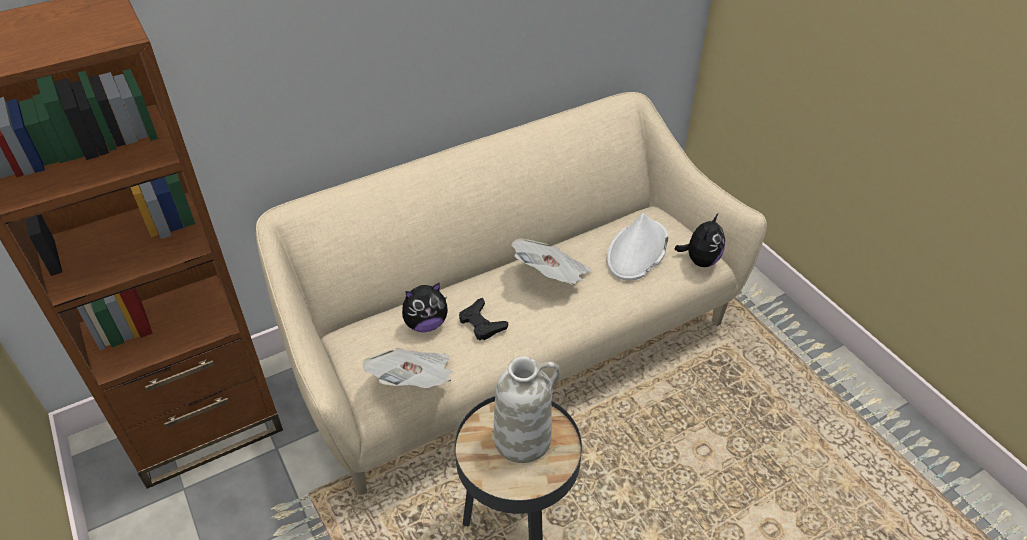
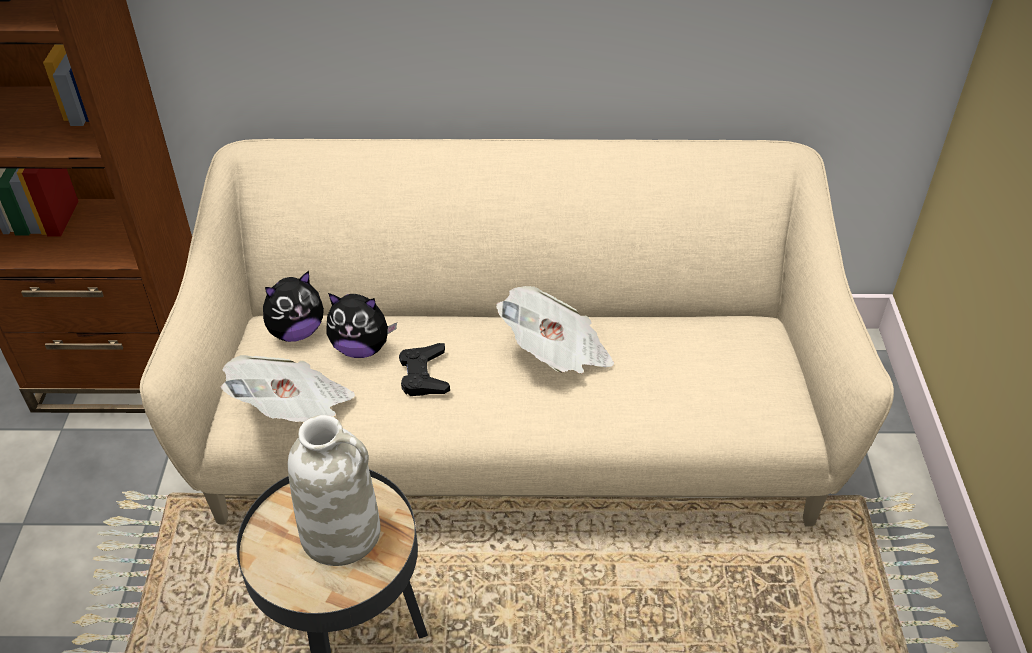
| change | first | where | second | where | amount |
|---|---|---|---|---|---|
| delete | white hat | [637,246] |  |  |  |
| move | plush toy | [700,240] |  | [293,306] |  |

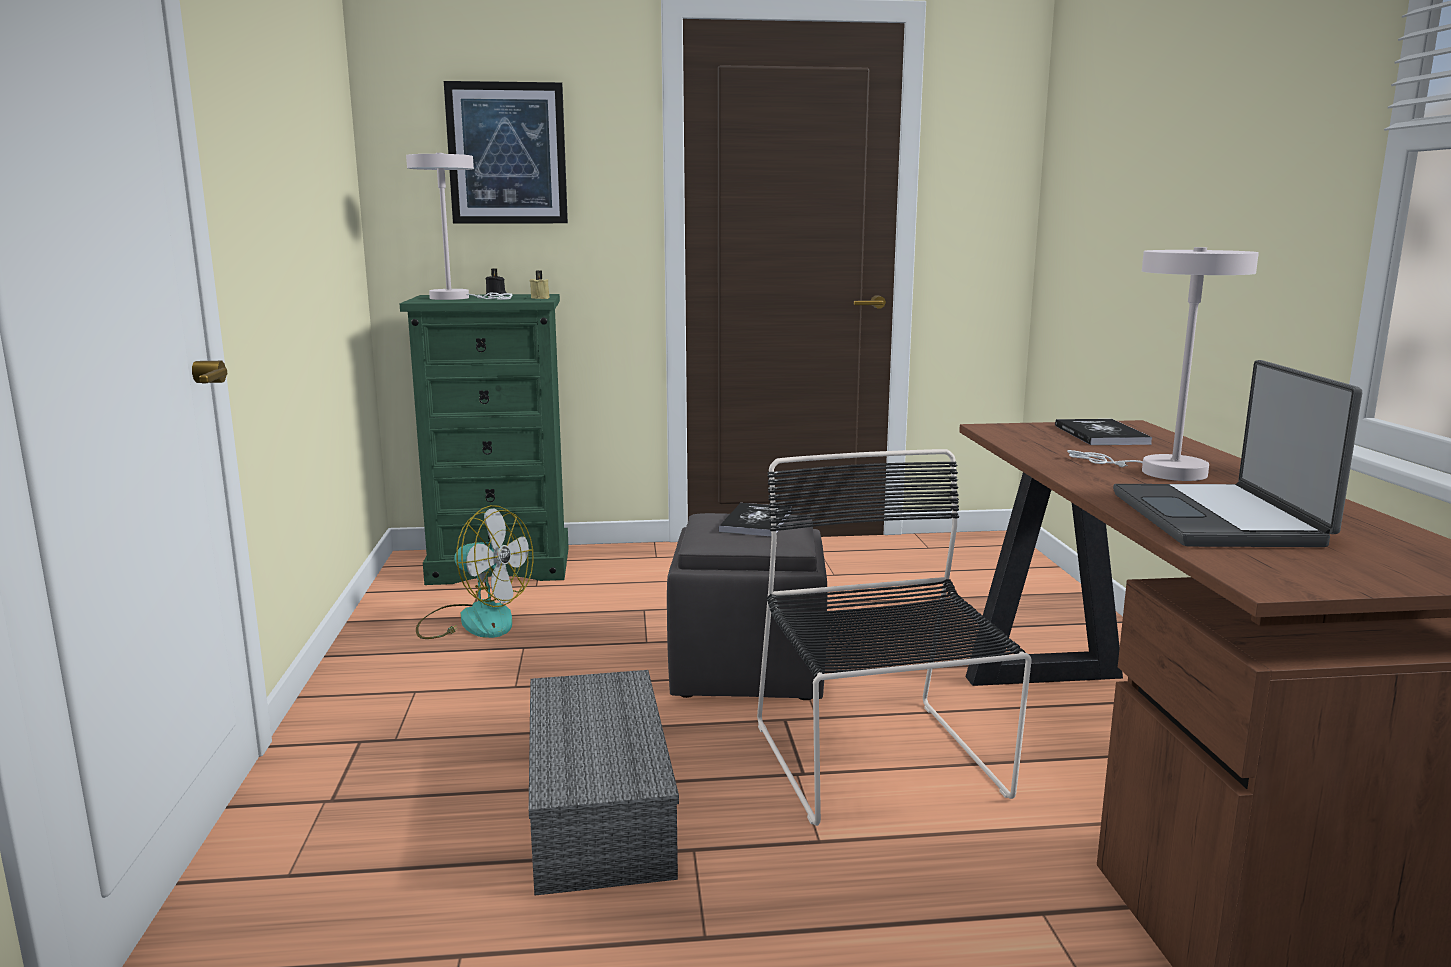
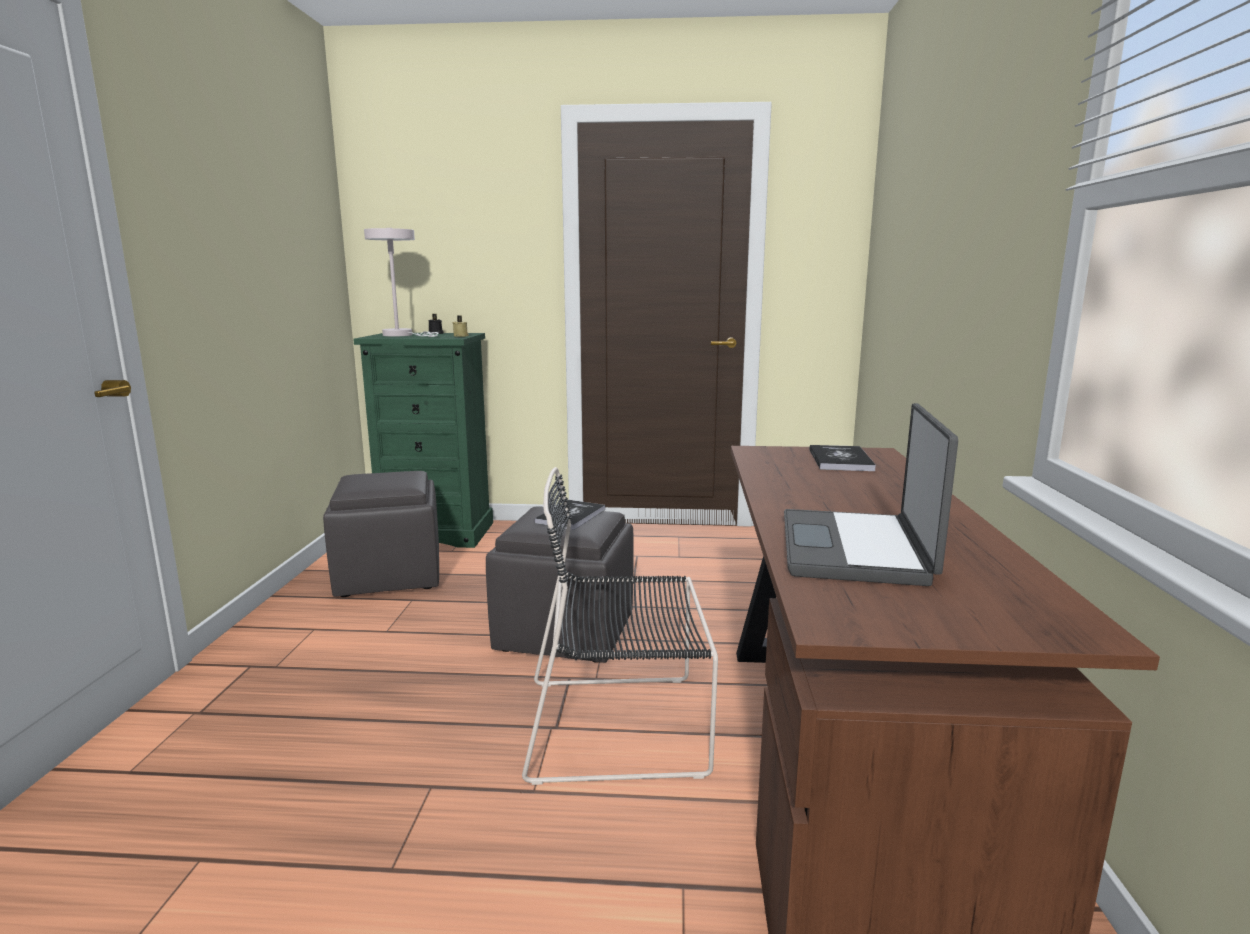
| change | first | where | second | where | amount |
|---|---|---|---|---|---|
| delete | picture | [506,152] |  |  |  |
| delete | white table lamp | [1163,364] |  |  |  |
| rotate | black chair | [894,637] |  | [620,626] | 90 degrees counterclockwise |
| replace | fan | [475,572] | grey ottoman | [381,534] |  |
| delete | grey storage box | [604,783] |  |  |  |

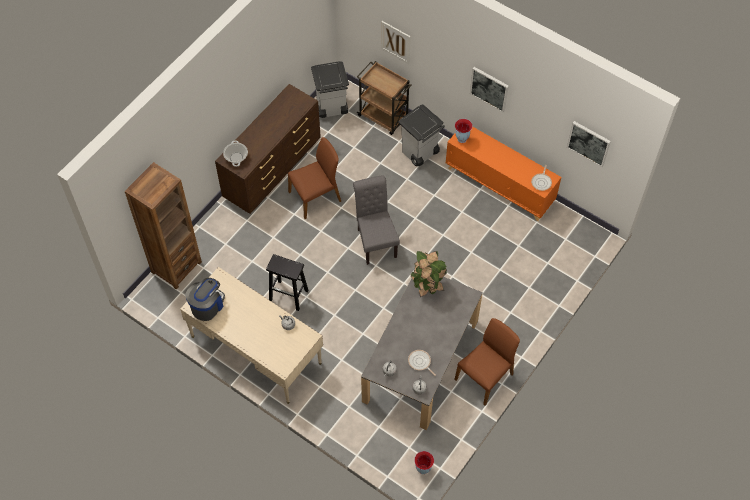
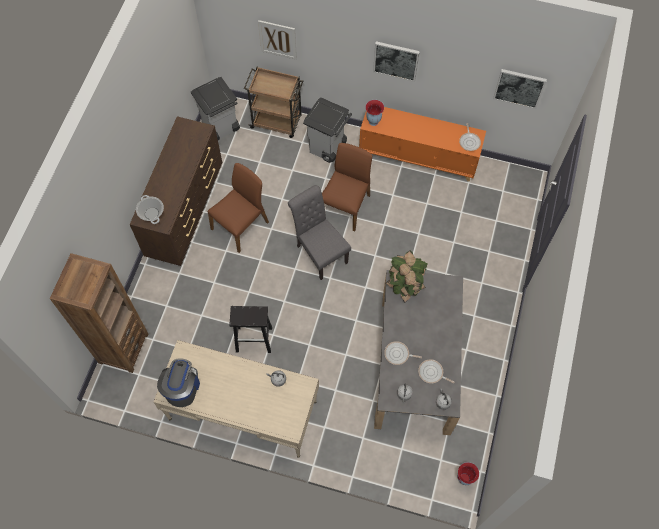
| change | first | where | second | where | amount |
|---|---|---|---|---|---|
| move | brown chair | [487,362] |  | [347,187] |  |
| insert |  |  | frying pan | [403,353] |  |

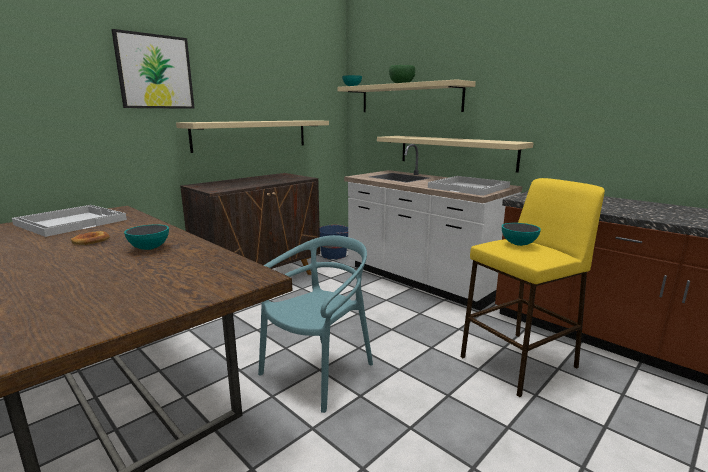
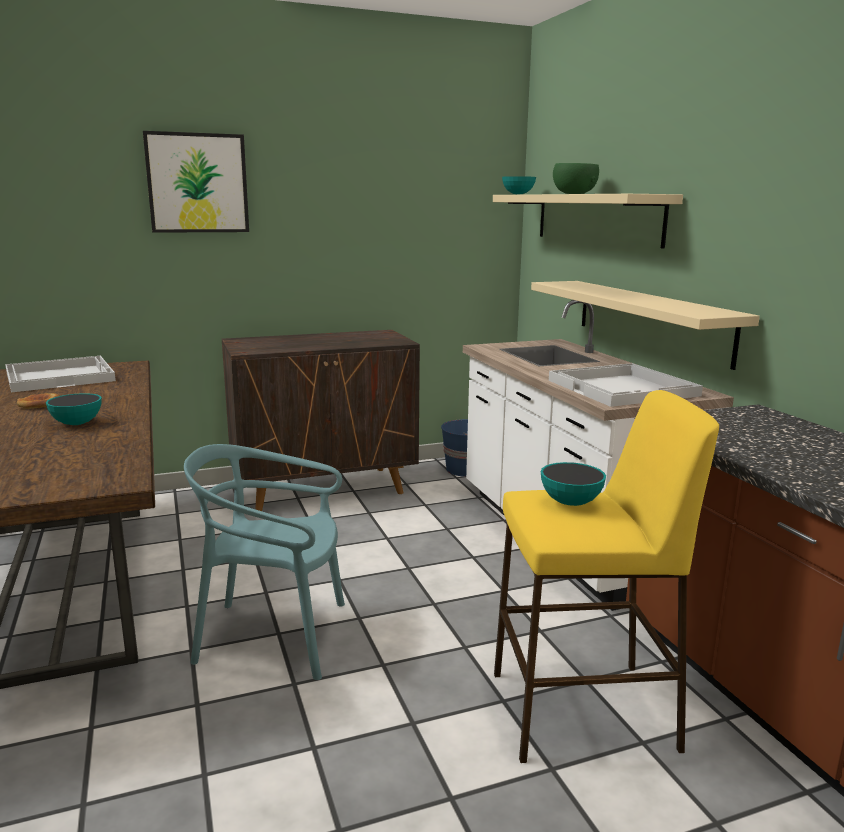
| change | first | where | second | where | amount |
|---|---|---|---|---|---|
| delete | beige shelf | [252,136] |  |  |  |
| rotate | turquoise chair | [315,324] |  | [264,562] | 150 degrees counterclockwise |

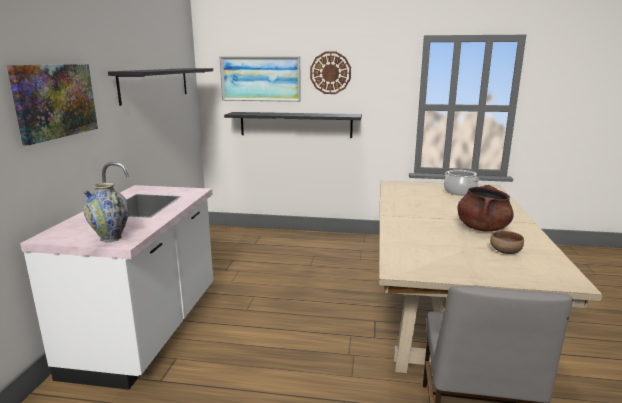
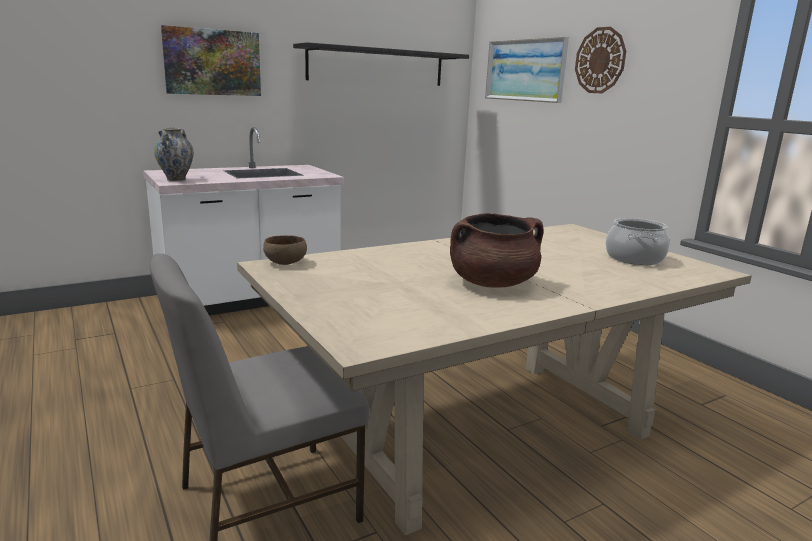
| change | first | where | second | where | amount |
|---|---|---|---|---|---|
| delete | black shelf | [293,125] |  |  |  |
| move | brown bowl | [507,242] |  | [285,250] |  |

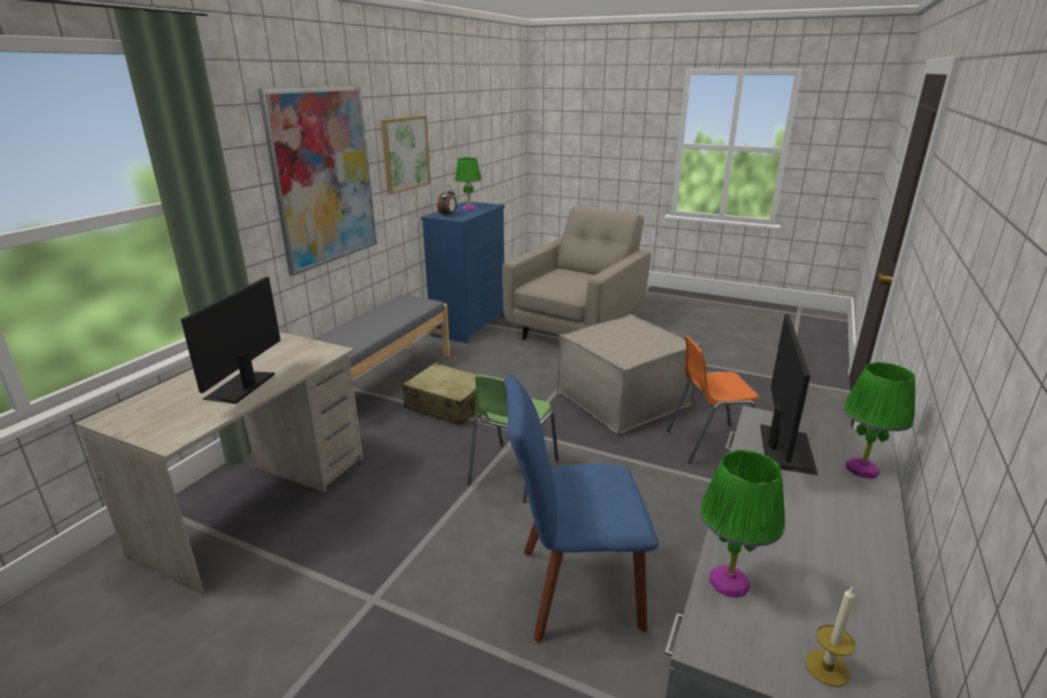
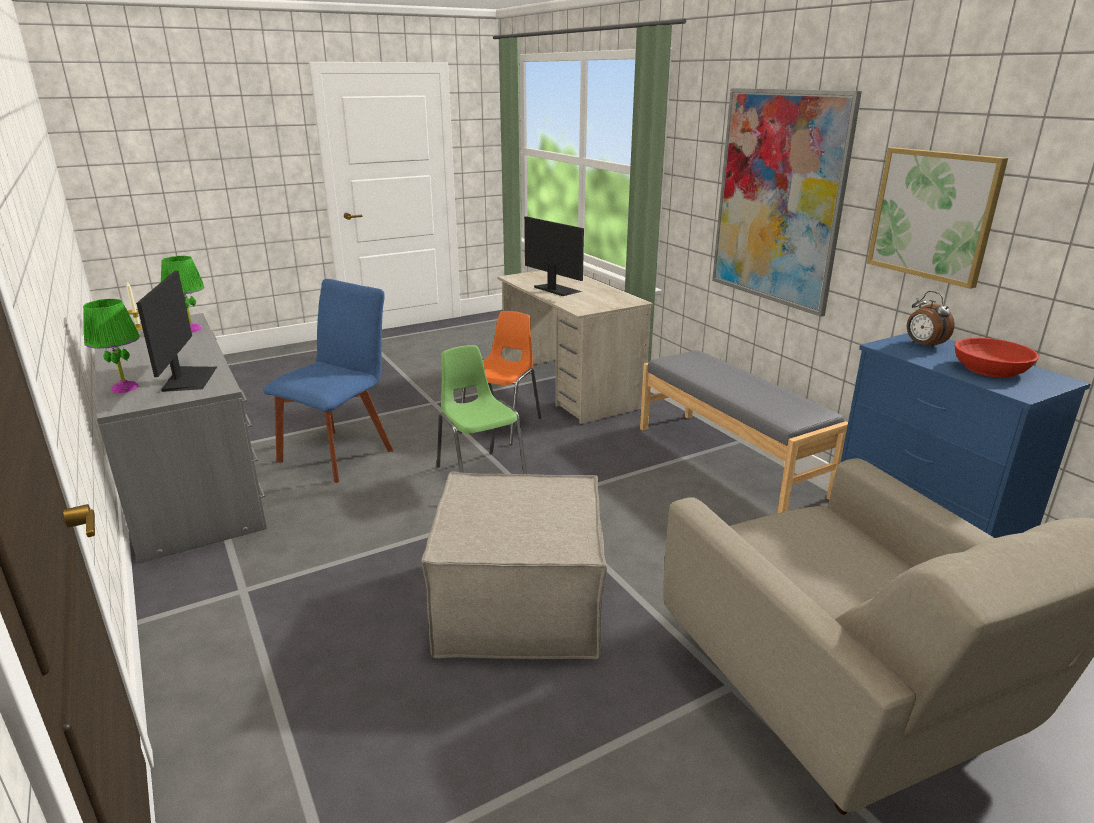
| change | first | where | second | where | amount |
|---|---|---|---|---|---|
| replace | green table lamp | [468,183] | red bowl | [996,358] |  |
| rotate | monitor | [789,394] |  | [176,331] | 150 degrees counterclockwise |
| move | orange chair | [713,399] |  | [500,378] |  |
| delete | beige suitcase | [440,394] |  |  |  |

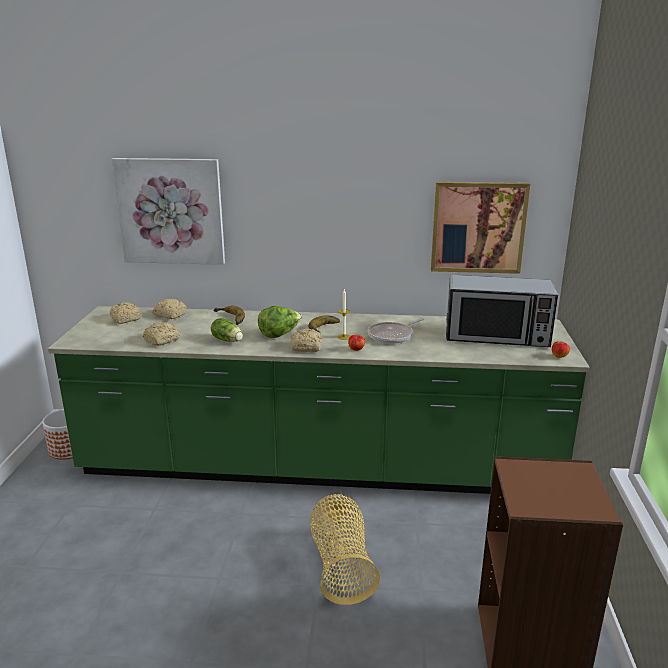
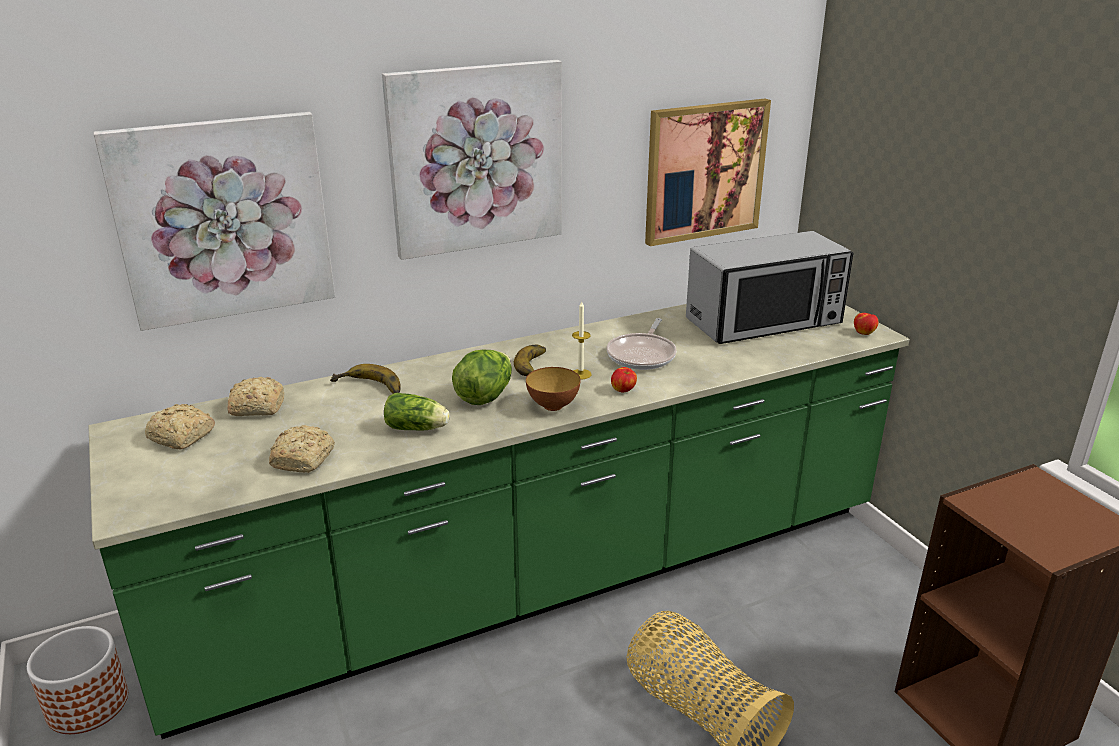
| change | first | where | second | where | amount |
|---|---|---|---|---|---|
| replace | bread | [306,340] | bowl | [553,389] |  |
| insert |  |  | picture | [472,160] |  |

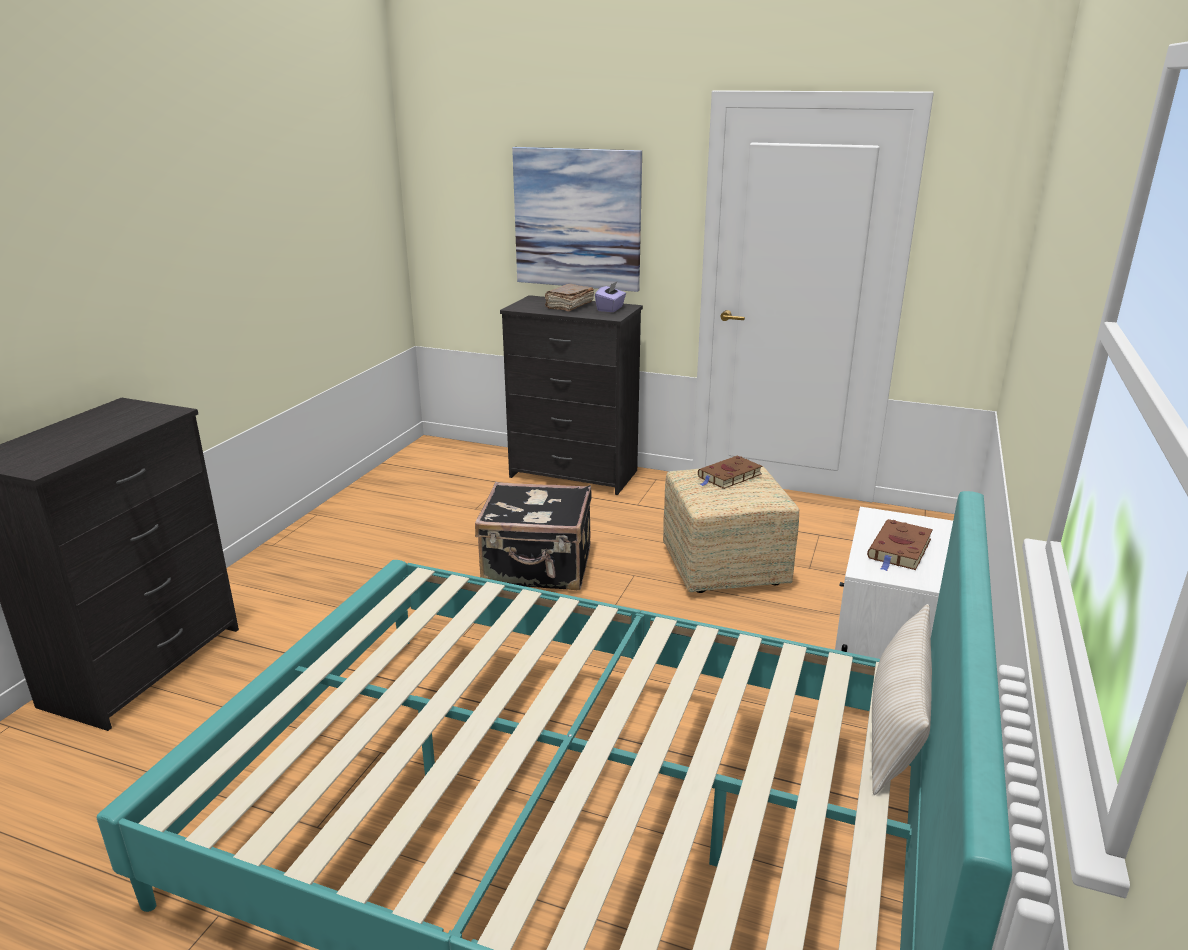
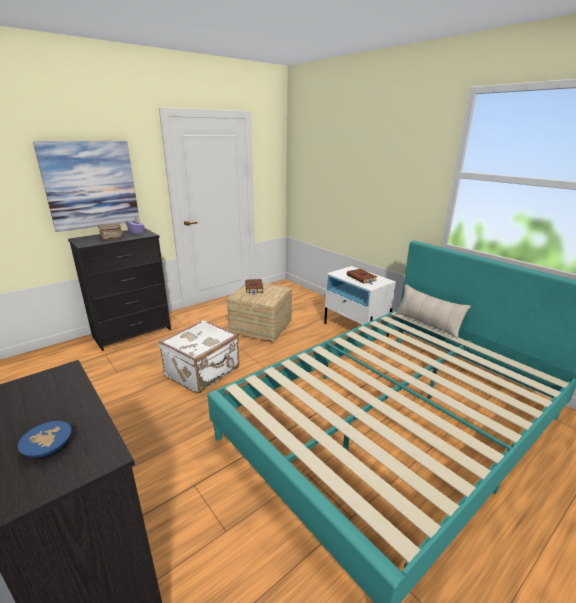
| change | first | where | second | where | amount |
|---|---|---|---|---|---|
| recolor | black suitcase | [533,536] | white suitcase | [199,356] |  |
| insert |  |  | blue bowl | [45,439] |  |

